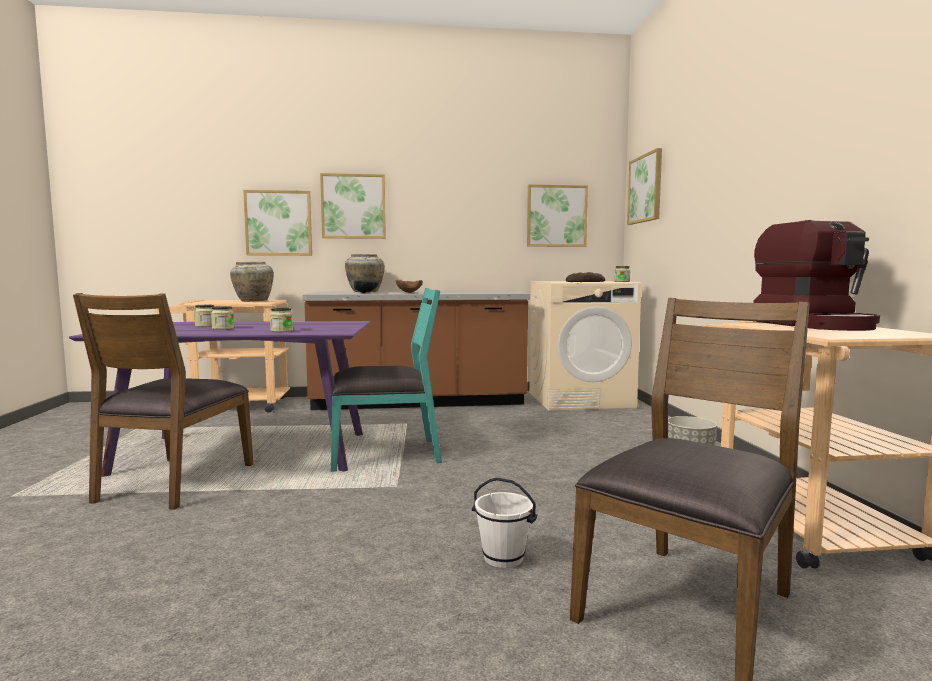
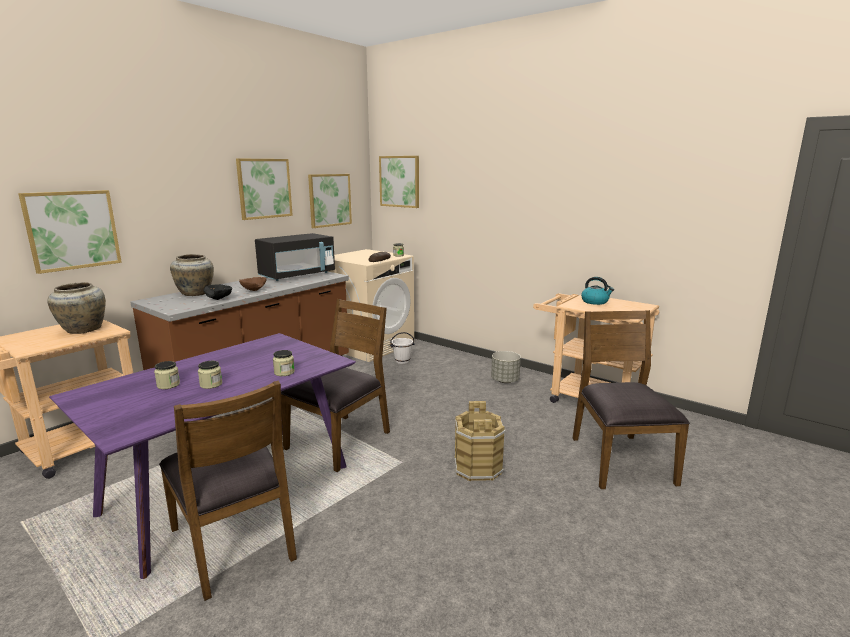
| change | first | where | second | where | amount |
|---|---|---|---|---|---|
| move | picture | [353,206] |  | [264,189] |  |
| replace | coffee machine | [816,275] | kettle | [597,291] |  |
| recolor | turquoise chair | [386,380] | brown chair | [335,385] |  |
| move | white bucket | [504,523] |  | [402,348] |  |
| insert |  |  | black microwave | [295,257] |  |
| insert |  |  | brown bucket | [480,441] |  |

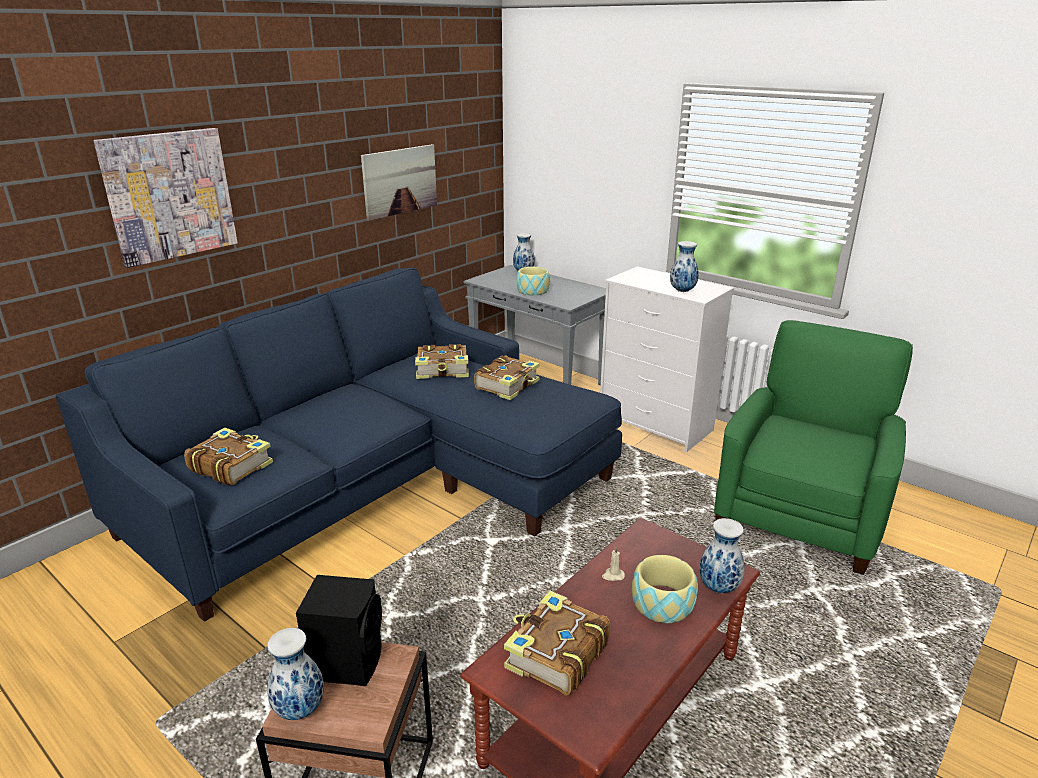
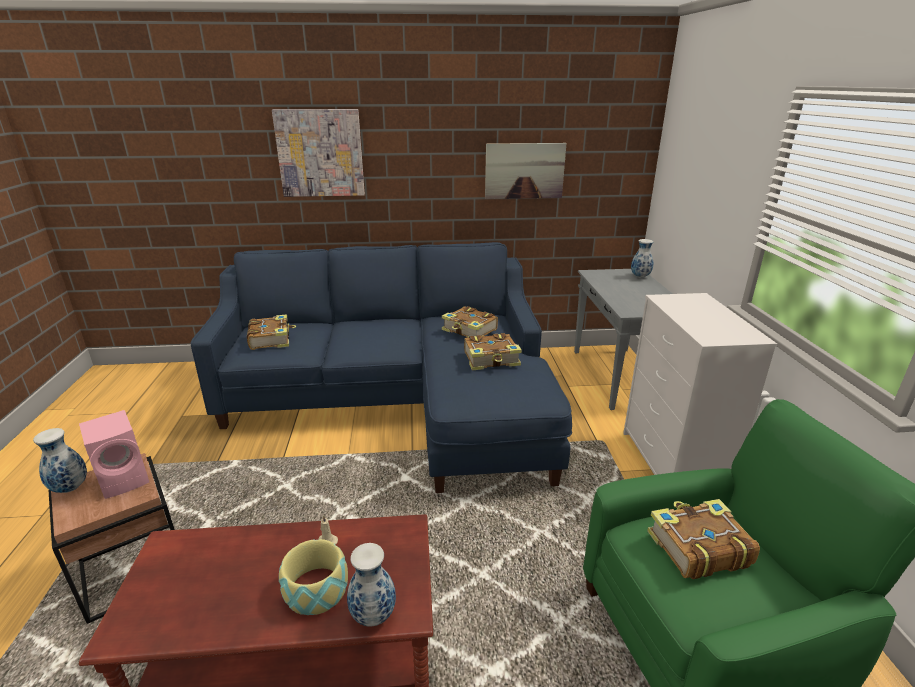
| change | first | where | second | where | amount |
|---|---|---|---|---|---|
| delete | vase | [684,266] |  |  |  |
| delete | bowl | [533,281] |  |  |  |
| recolor | black speaker | [339,630] | pink speaker | [114,454] |  |
| move | book | [557,643] |  | [703,539] |  |

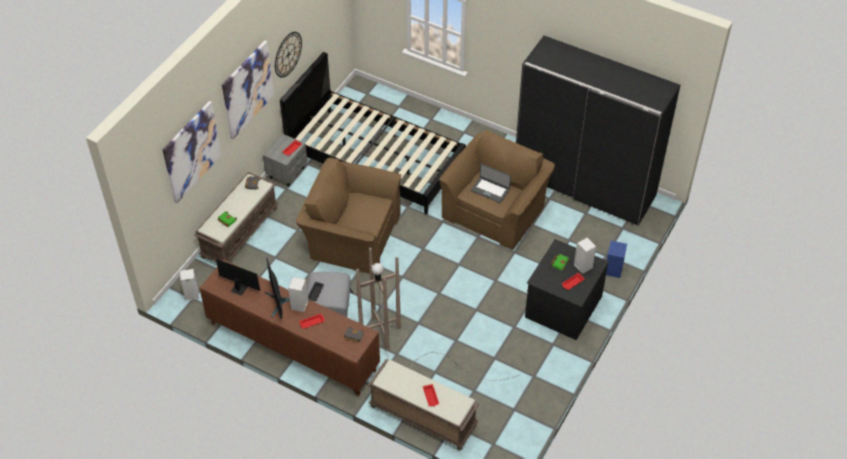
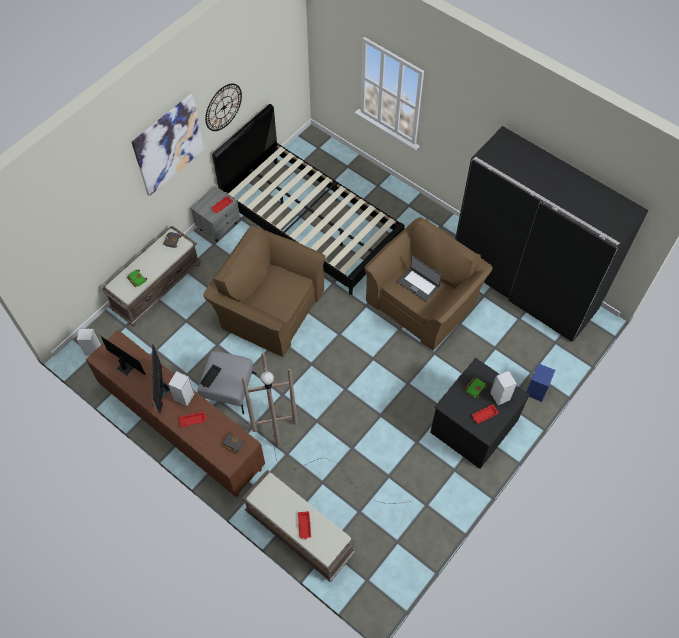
| change | first | where | second | where | amount |
|---|---|---|---|---|---|
| delete | picture | [192,152] |  |  |  |

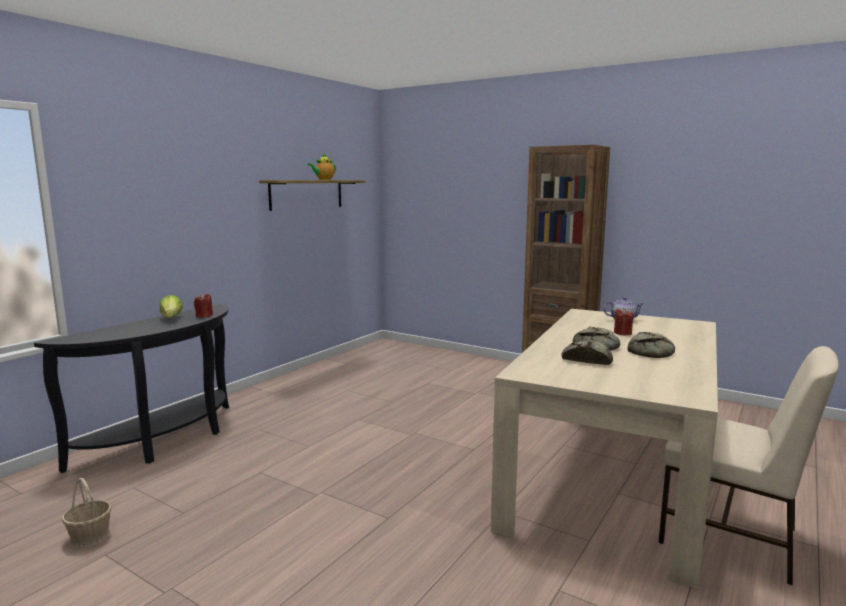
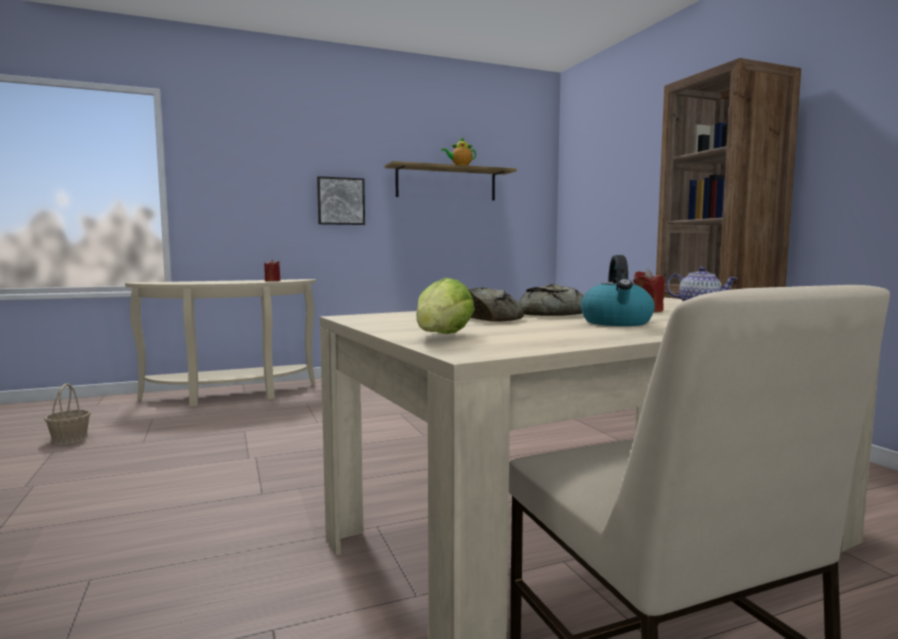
| change | first | where | second | where | amount |
|---|---|---|---|---|---|
| move | lettuce | [171,306] |  | [445,306] |  |
| recolor | black console table | [131,388] | beige console table | [220,343] |  |
| replace | bread | [651,345] | kettle | [618,290] |  |
| insert |  |  | picture | [341,200] |  |

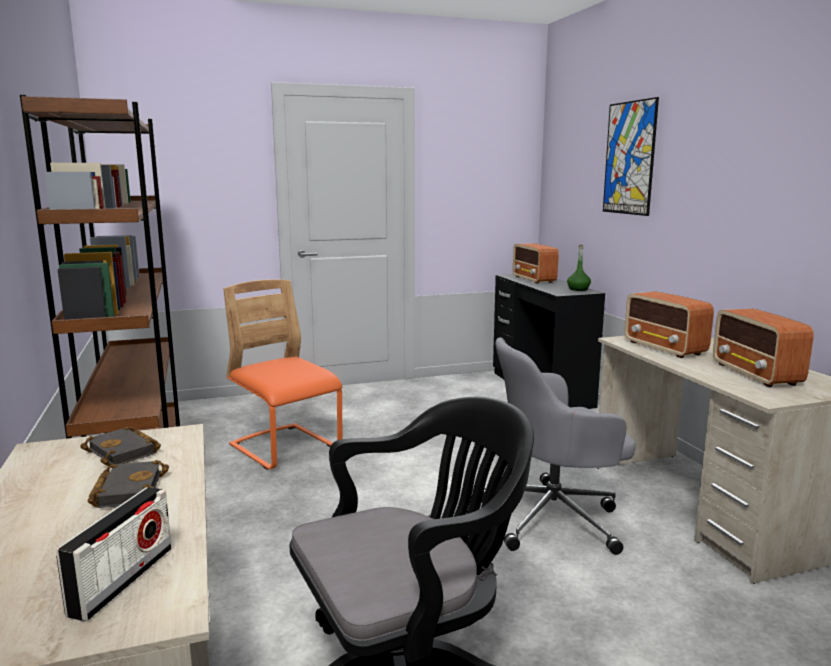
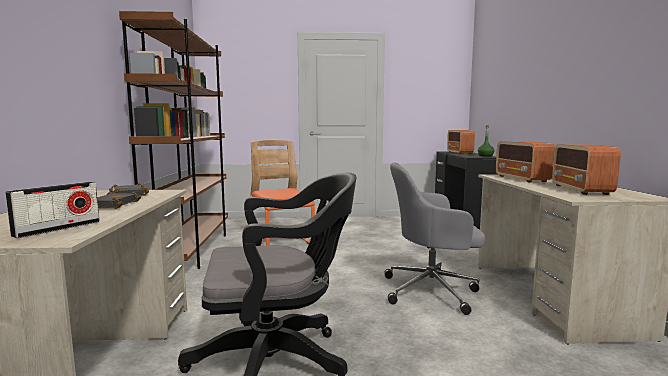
| change | first | where | second | where | amount |
|---|---|---|---|---|---|
| delete | picture | [631,156] |  |  |  |

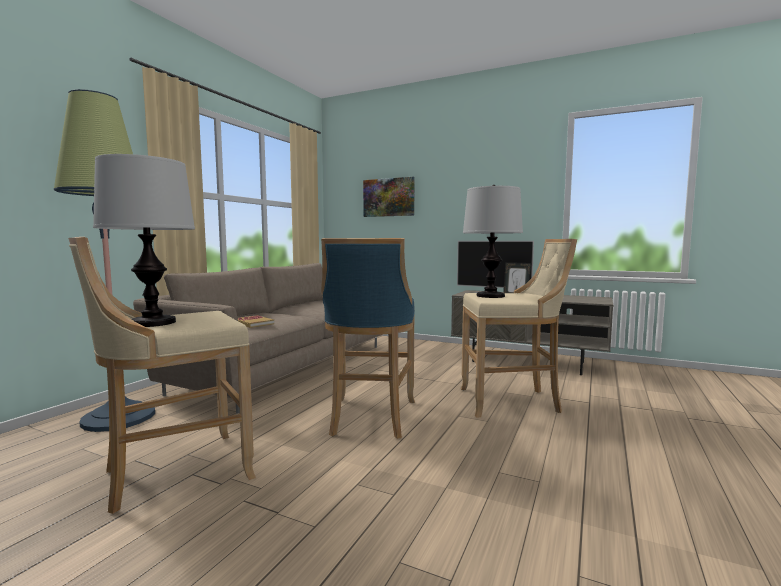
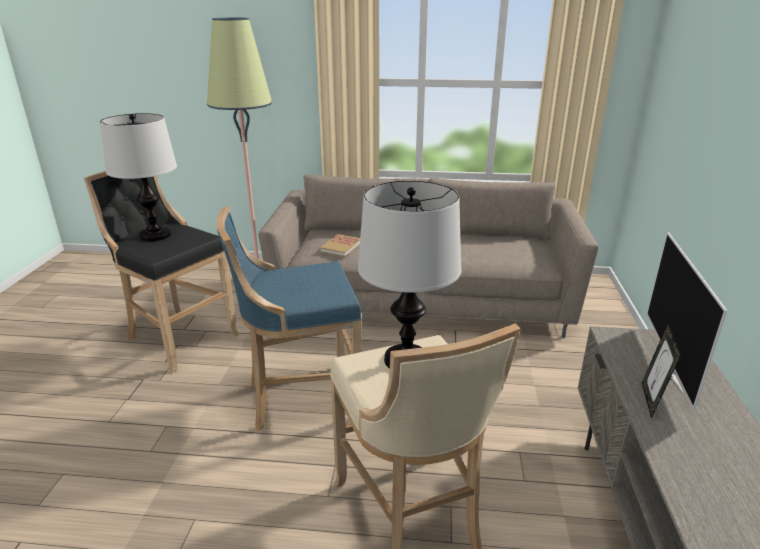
| change | first | where | second | where | amount |
|---|---|---|---|---|---|
| delete | picture | [389,197] |  |  |  |
| recolor | beige stool | [162,375] | black stool | [161,272] |  |

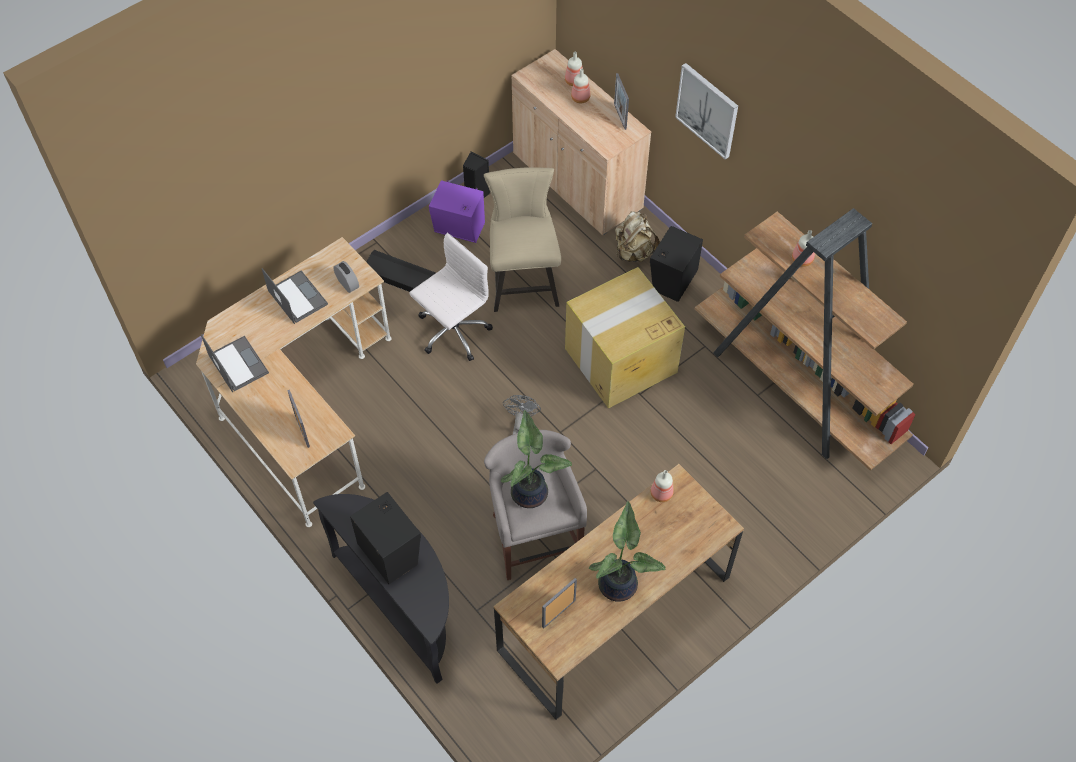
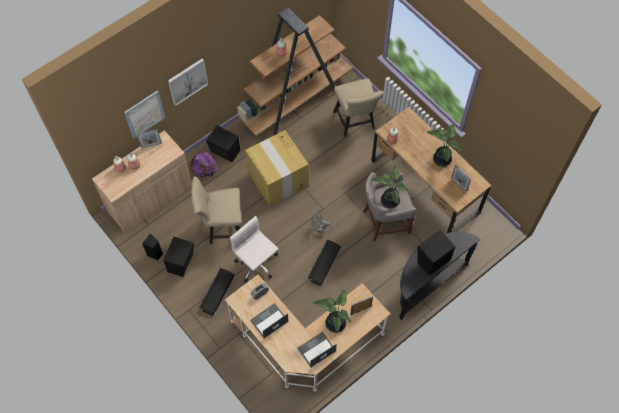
| change | first | where | second | where | amount |
|---|---|---|---|---|---|
| recolor | purple speaker | [457,211] | black speaker | [178,257] |  |
| recolor | beige backpack | [637,236] | purple backpack | [203,163] |  |
| insert |  |  | beige chair | [358,107] |  |
| insert |  |  | picture | [144,114] |  |
| insert |  |  | black storage box | [324,263] |  |
| insert |  |  | potted plant | [332,311] |  |

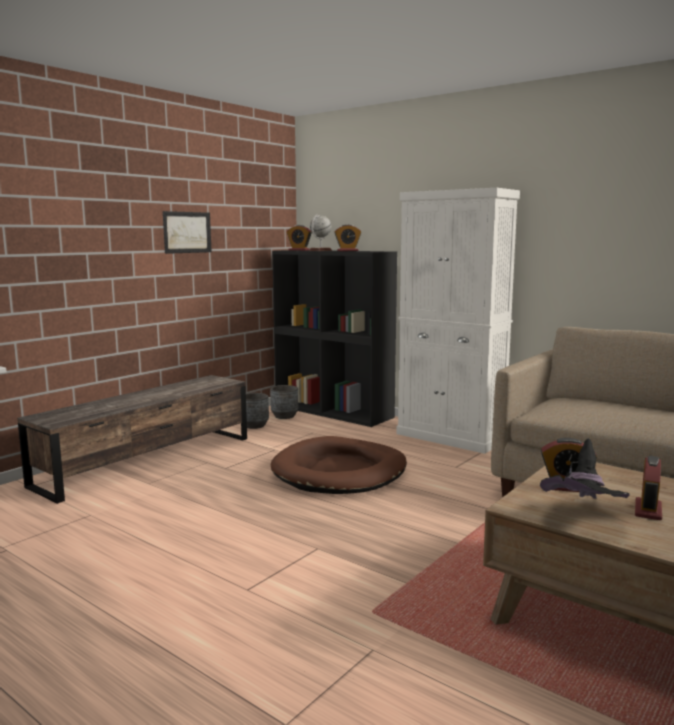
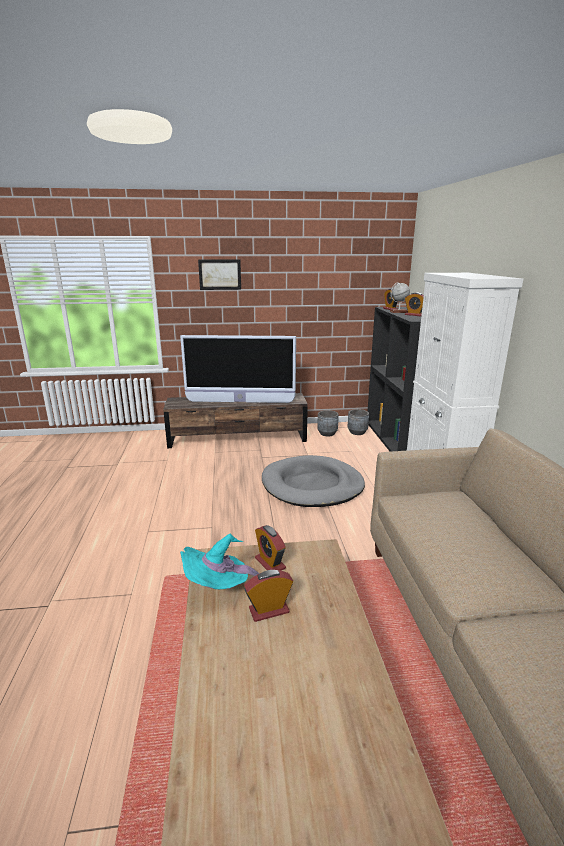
| change | first | where | second | where | amount |
|---|---|---|---|---|---|
| move | picture | [187,232] |  | [219,274] |  |
| recolor | brown dog bed | [339,465] | grey dog bed | [313,481] |  |
| recolor | black hat | [585,469] | turquoise hat | [219,561] |  |
| insert |  |  | television | [238,369] |  |

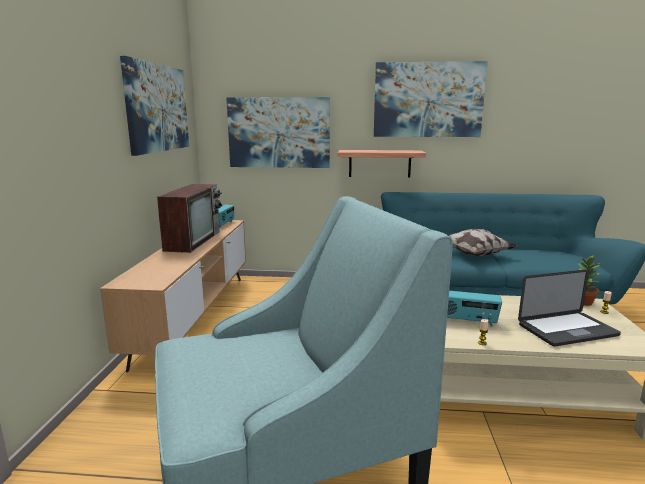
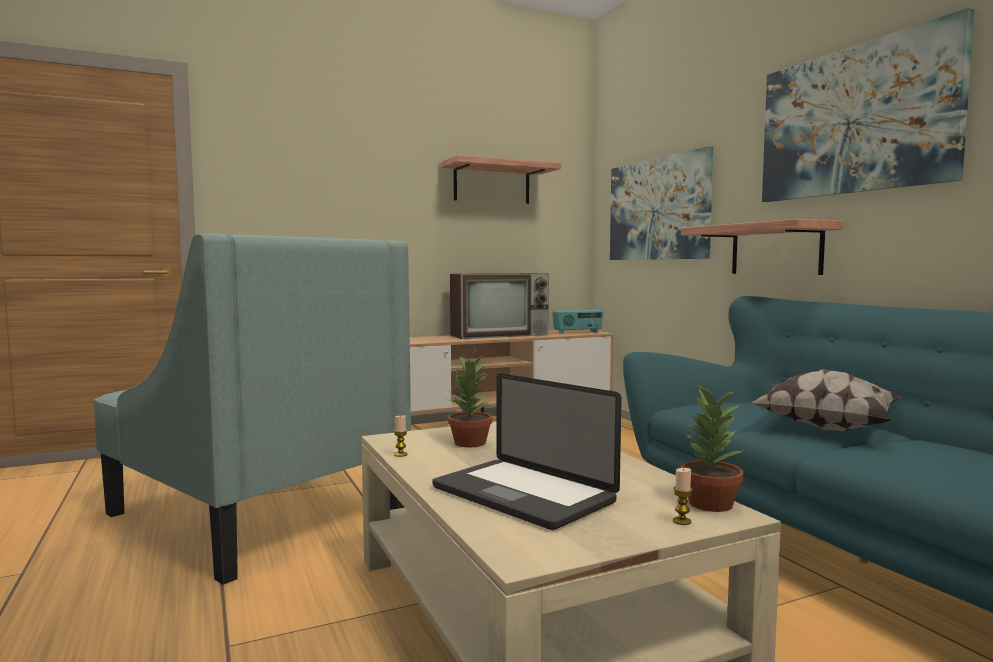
| change | first | where | second | where | amount |
|---|---|---|---|---|---|
| replace | picture | [154,106] | shelf | [500,179] |  |
| replace | radio | [474,308] | potted plant | [469,401] |  |

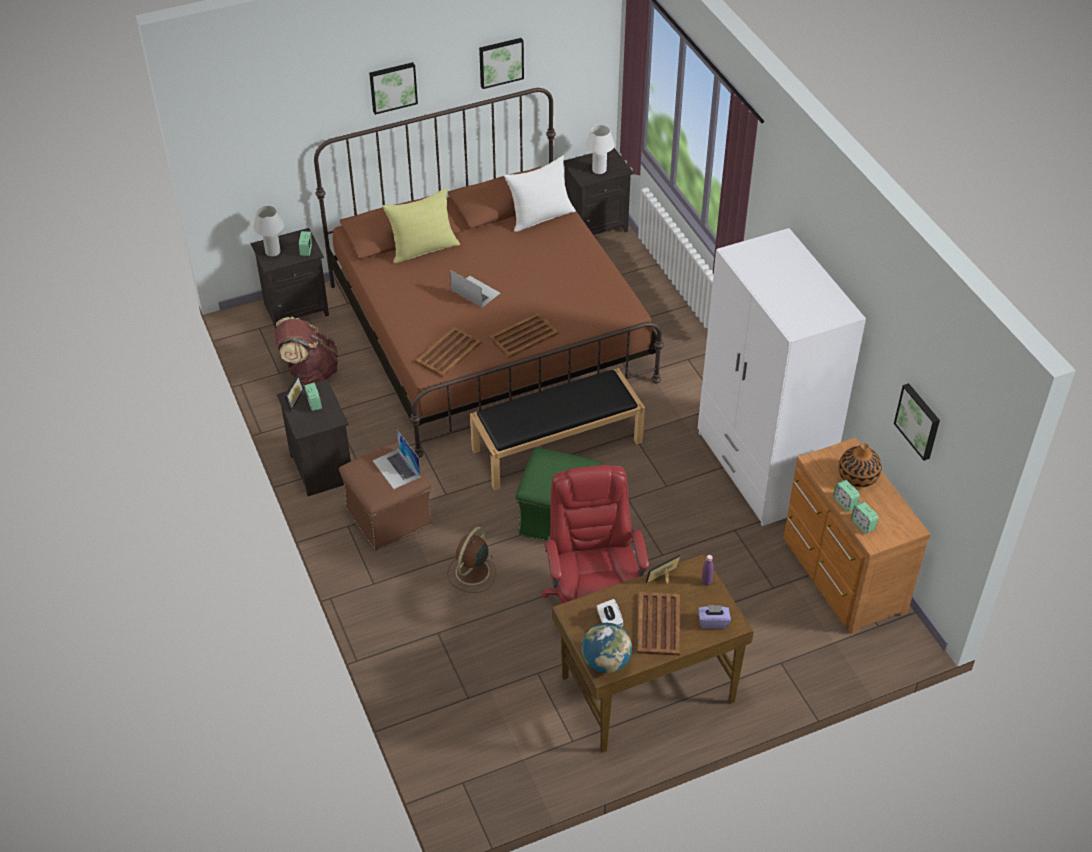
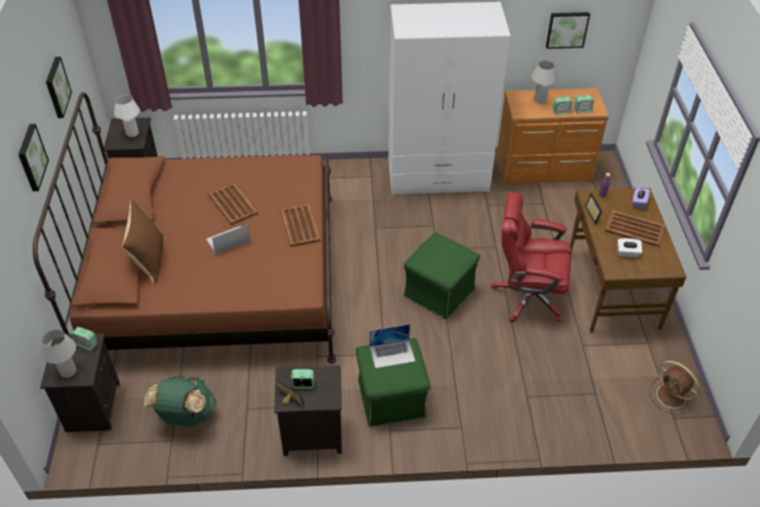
| change | first | where | second | where | amount |
|---|---|---|---|---|---|
| delete | white pillow | [540,193] |  |  |  |
| recolor | yellow pillow | [421,225] | brown pillow | [142,241] |  |
| recolor | brown backpack | [307,351] | green backpack | [180,400] |  |
| move | brown tray | [448,351] |  | [233,204] |  |
| delete | black bench | [557,429] |  |  |  |
| recolor | brown ottoman | [386,496] | green ottoman | [393,382] |  |
| replace | vase | [860,465] | white table lamp | [544,81] |  |
| move | brown fan | [471,560] |  | [674,388] |  |
| delete | globe | [607,648] |  |  |  |

